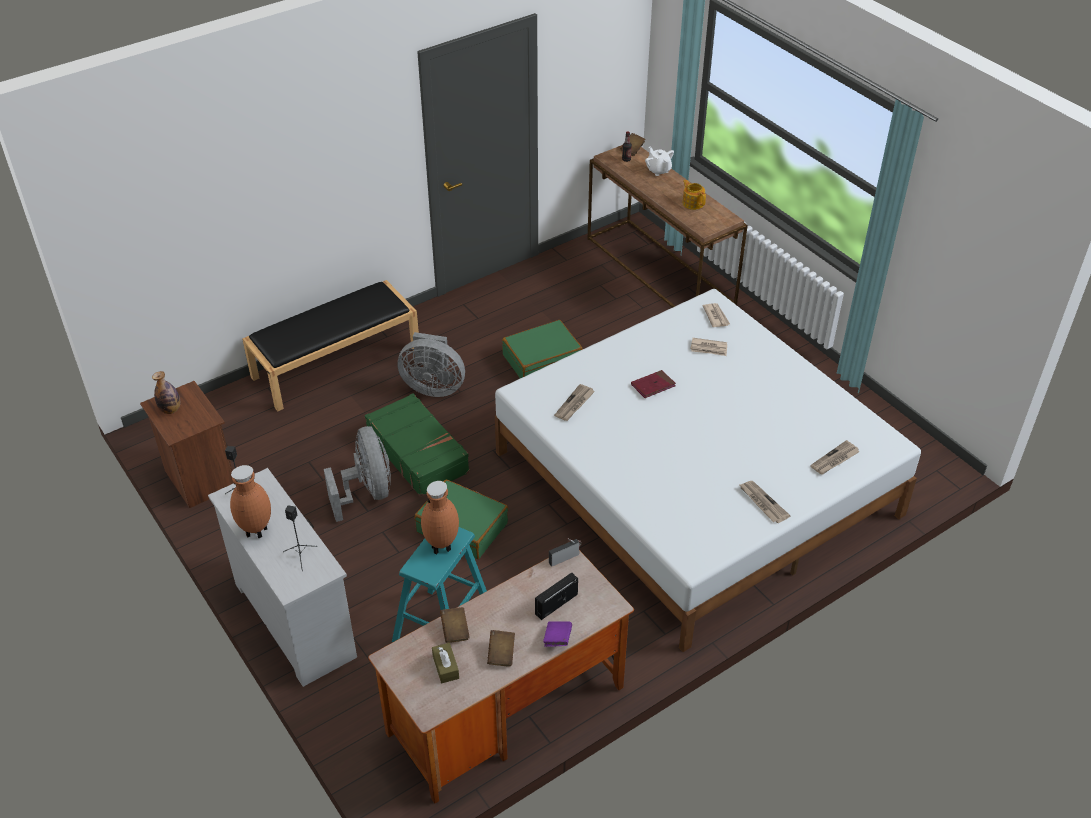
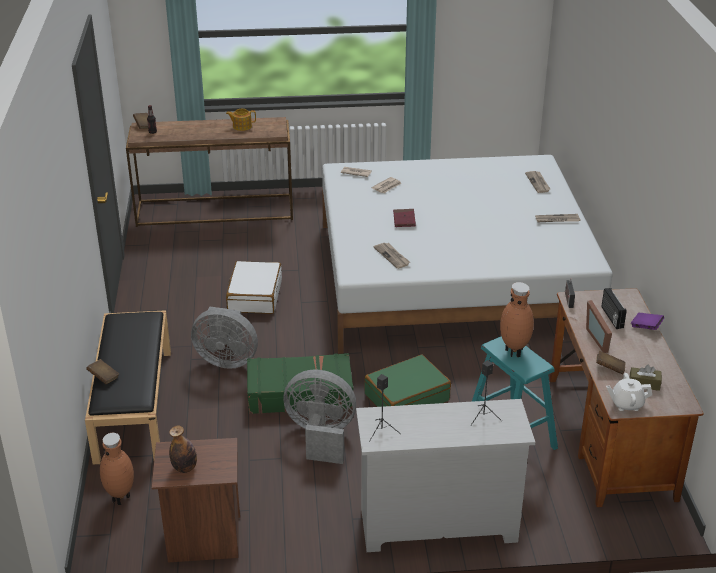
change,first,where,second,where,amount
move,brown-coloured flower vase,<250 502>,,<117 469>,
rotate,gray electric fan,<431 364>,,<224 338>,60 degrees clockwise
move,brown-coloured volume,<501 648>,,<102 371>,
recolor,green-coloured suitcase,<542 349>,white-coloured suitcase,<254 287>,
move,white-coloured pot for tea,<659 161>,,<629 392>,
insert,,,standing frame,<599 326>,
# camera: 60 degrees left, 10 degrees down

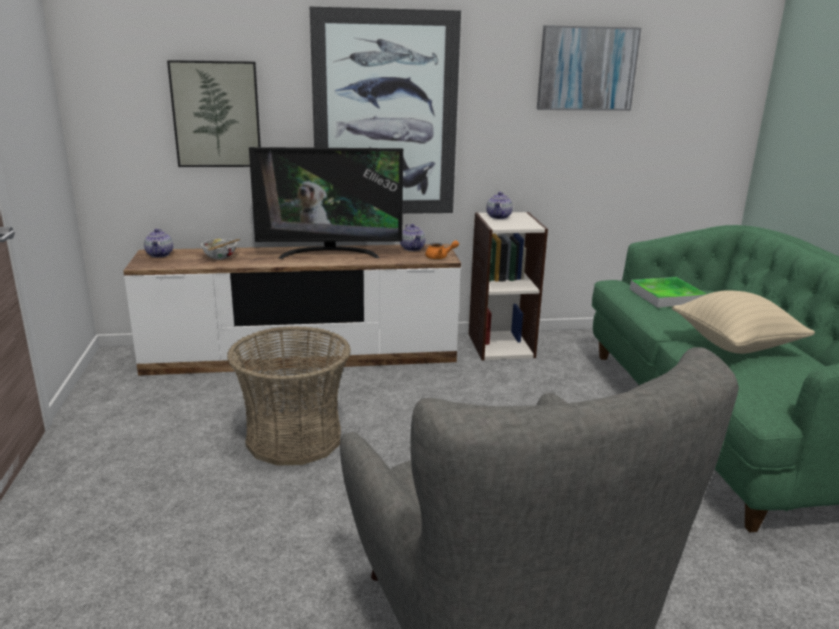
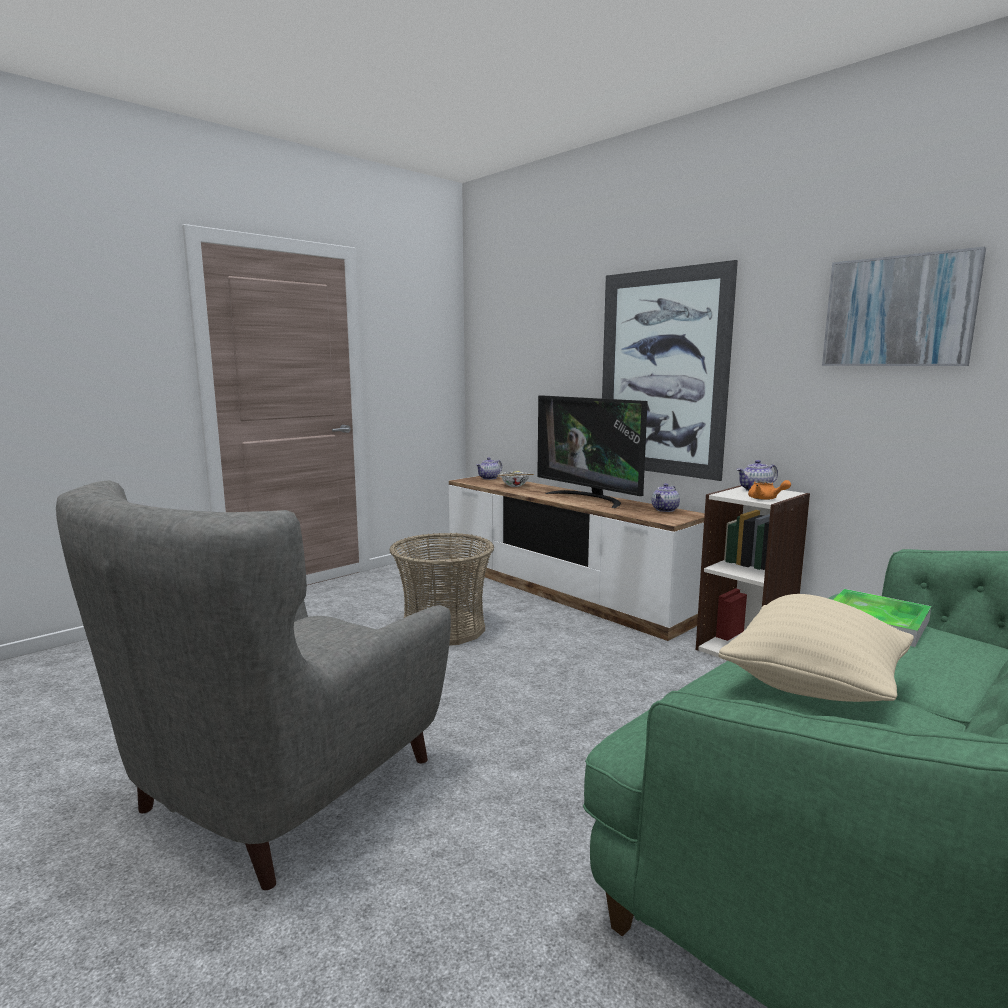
change,first,where,second,where,amount
delete,wall picture,<214 113>,,,
move,orange-coloured pot for tea,<442 249>,,<769 490>,
# camera: 55 degrees right, 10 degrees down

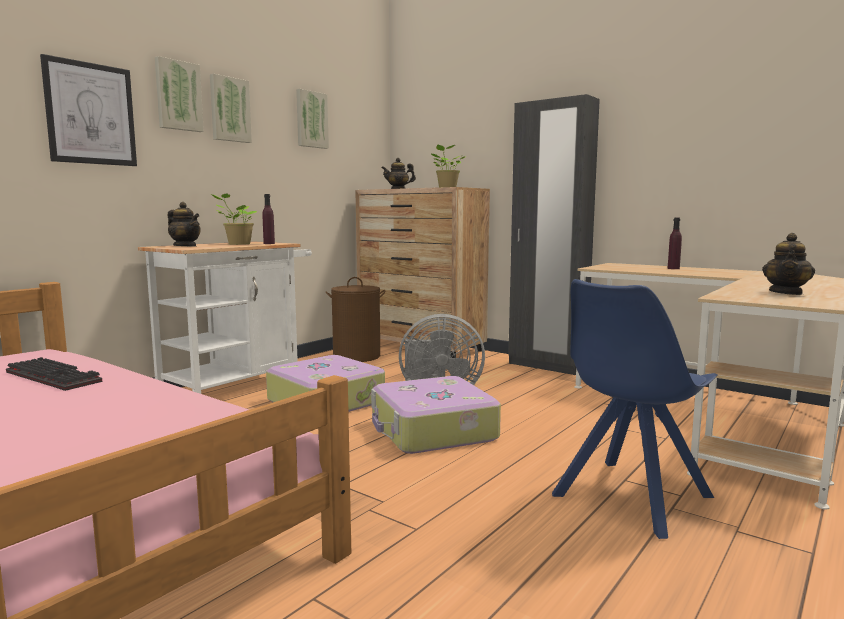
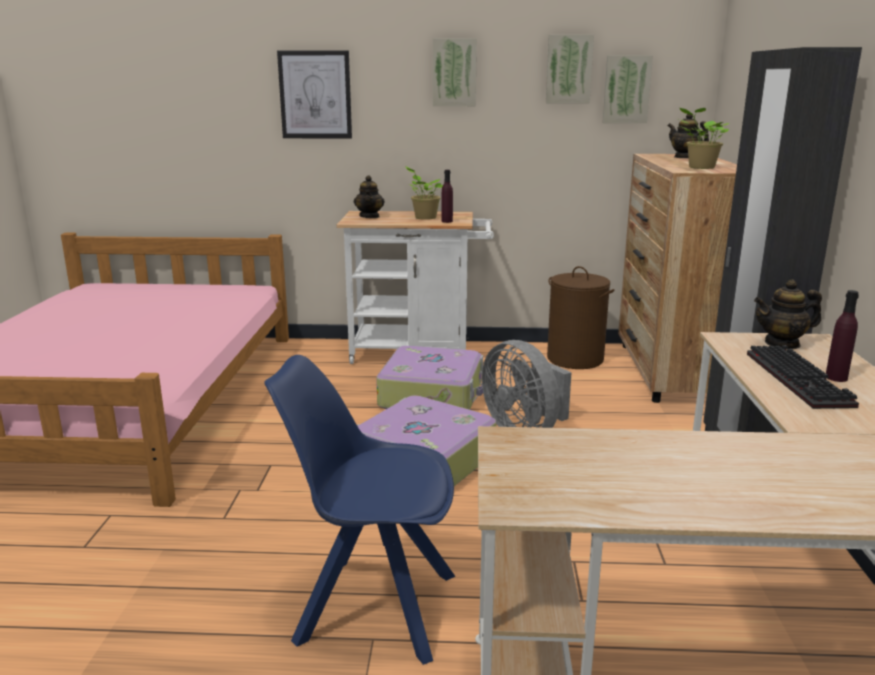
change,first,where,second,where,amount
move,keyboard,<54 374>,,<803 377>,
move,wall picture,<179 94>,,<627 89>,
move,pot for tea,<788 264>,,<788 314>,
# camera: 55 degrees right, 10 degrees up

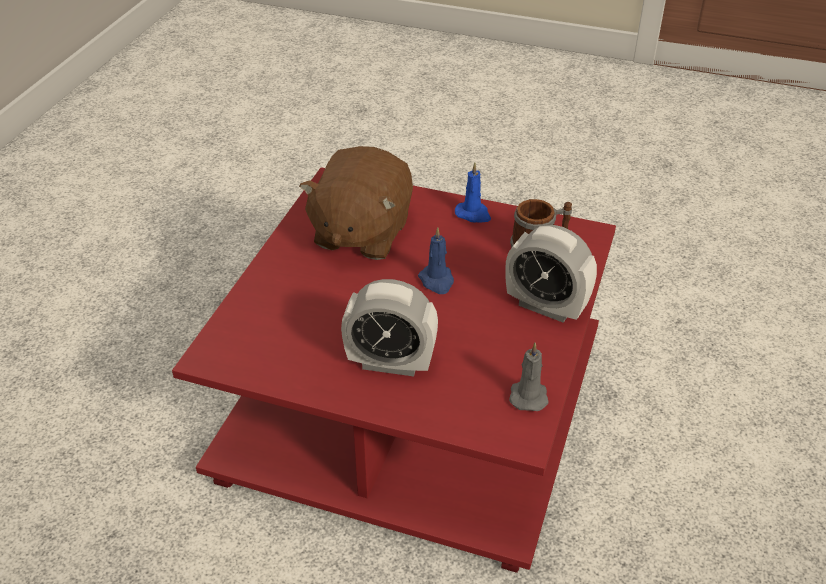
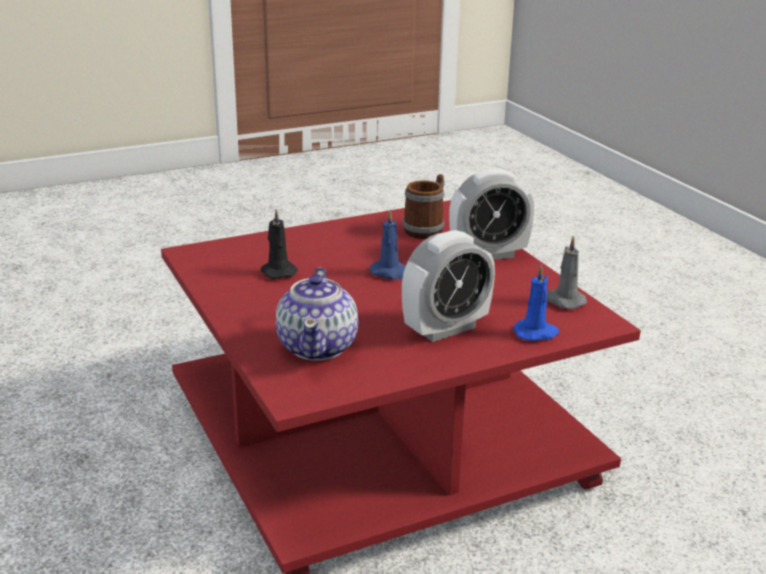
change,first,where,second,where,amount
replace,brown-coloured plush toy,<356 203>,blackish wax candle,<279 244>,
move,bluish wax candle,<473 192>,,<536 302>,
insert,,,pot for tea,<317 314>,
# camera: 45 degrees left, 15 degrees down

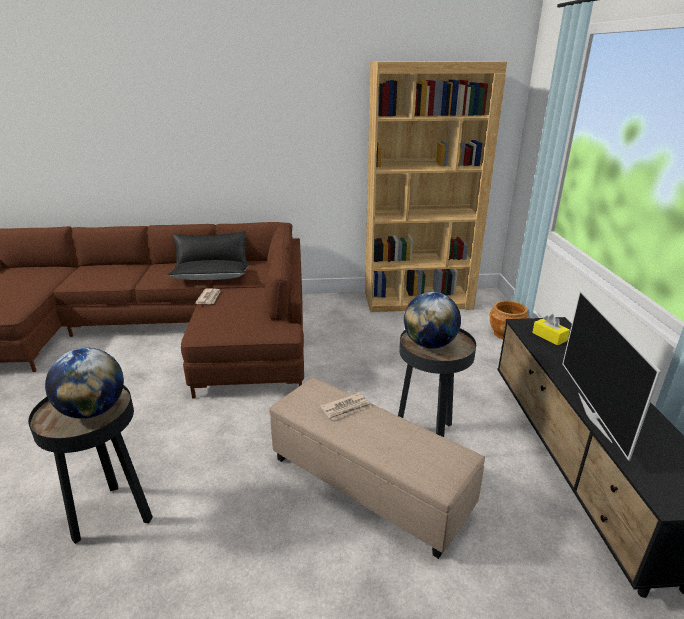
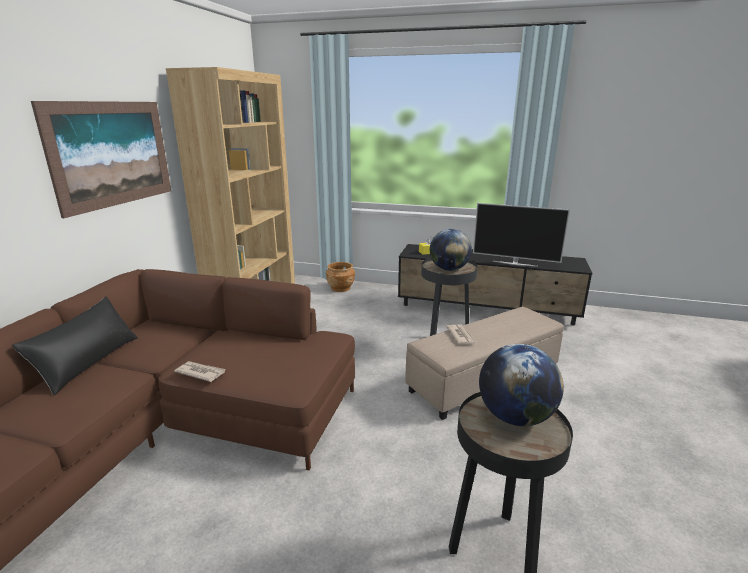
change,first,where,second,where,amount
delete,blackish pillow,<207 270>,,,
insert,,,wall picture,<101 159>,
# camera: 70 degrees left, 5 degrees down

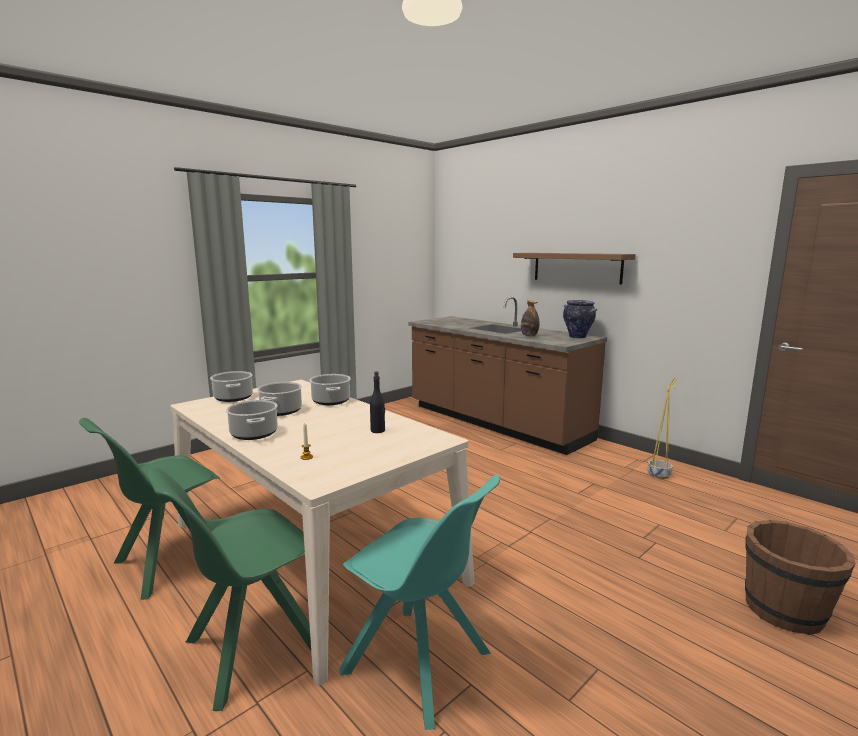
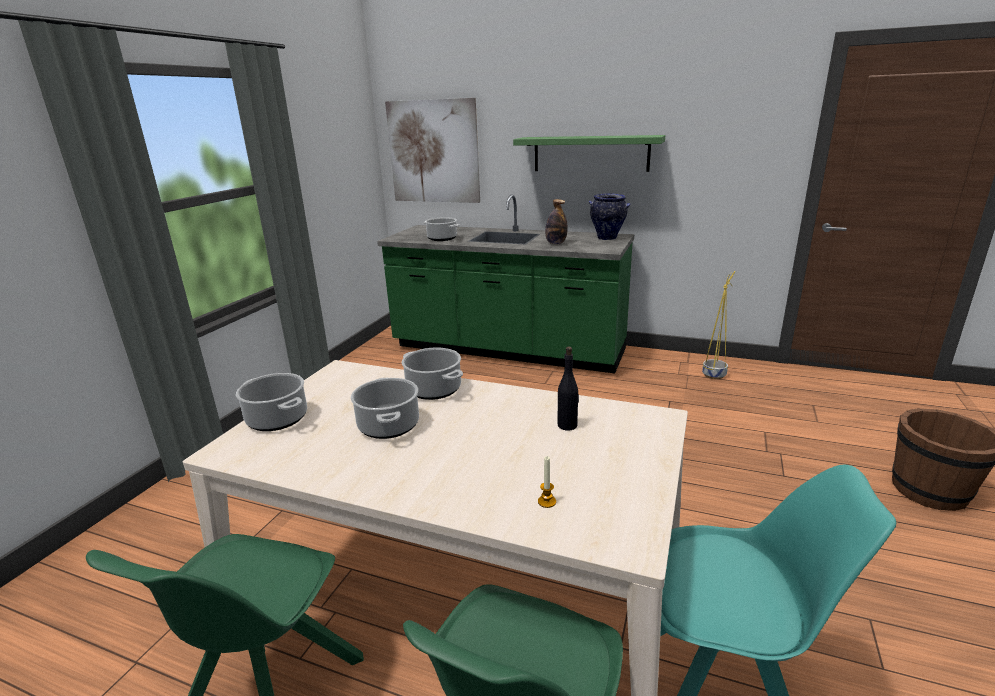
change,first,where,second,where,amount
move,cooking pot,<252 420>,,<441 229>,
recolor,brown-coloured counter,<507 375>,green-coloured counter,<505 284>,
recolor,brown-coloured wall shelf,<574 269>,green-coloured wall shelf,<589 153>,
insert,,,wall picture,<432 150>,
# camera: 25 degrees left, 10 degrees up

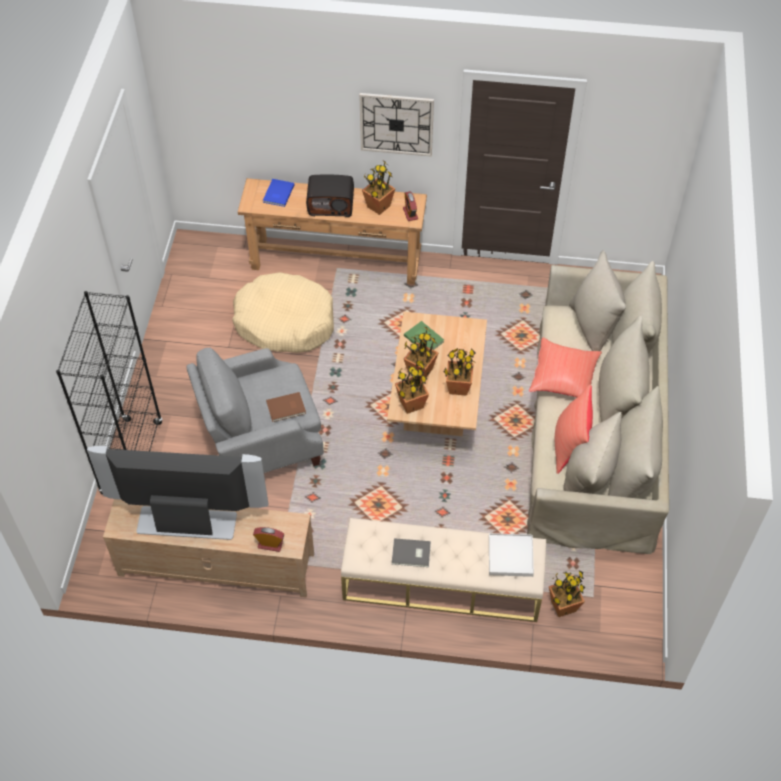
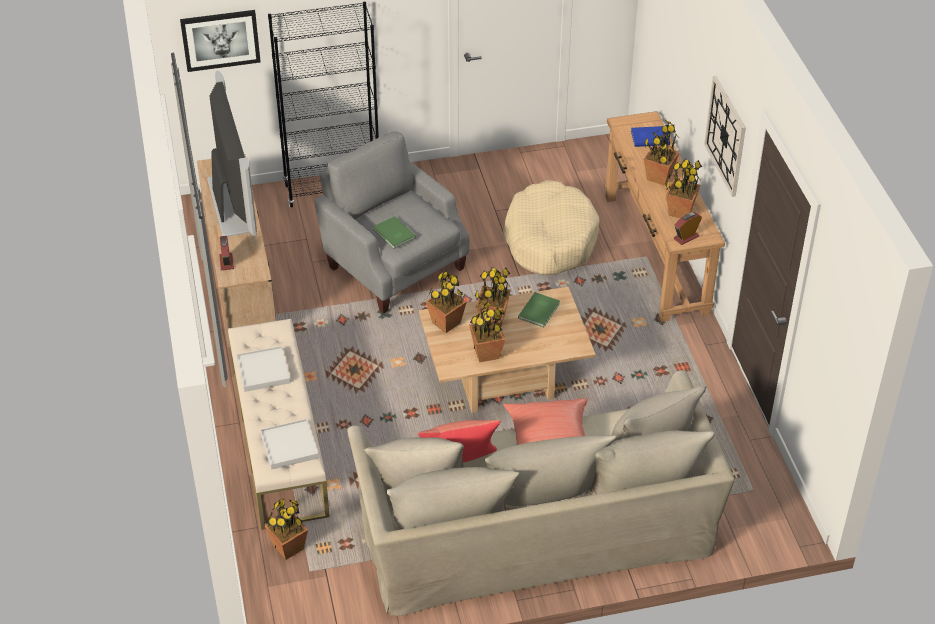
change,first,where,second,where,amount
recolor,brown-coloured volume,<286 407>,green-coloured volume,<394 232>,
replace,radio set,<330 195>,houseplant,<661 153>,
replace,gray volume,<411 552>,white-coloured serving tray,<263 369>,
insert,,,wall picture,<220 41>,
# camera: 70 degrees right, 10 degrees down

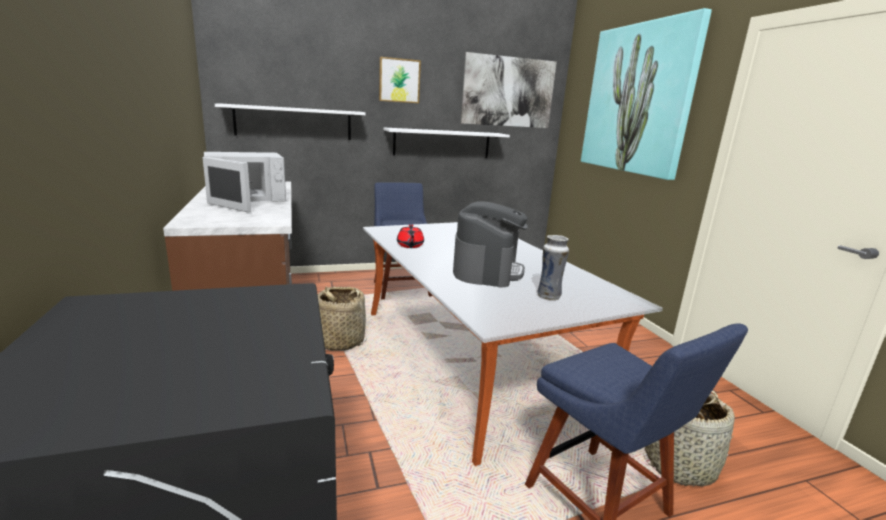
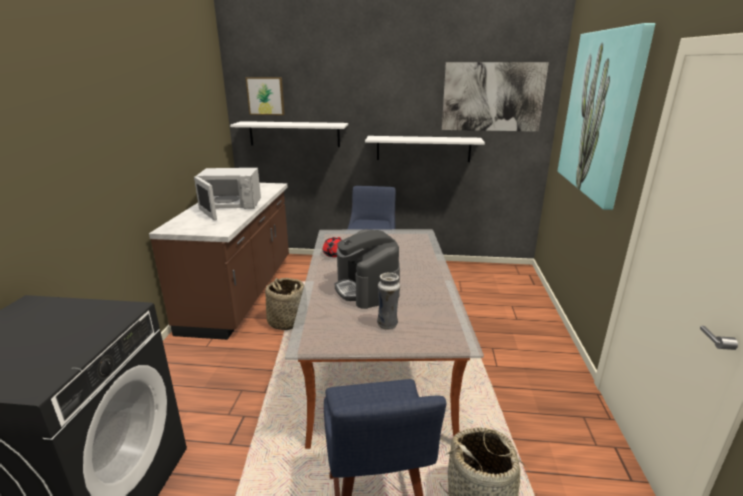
change,first,where,second,where,amount
move,wall picture,<400 80>,,<265 96>,
rotate,coffee machine,<490 244>,,<367 269>,120 degrees clockwise
# camera: 25 degrees right, 5 degrees up

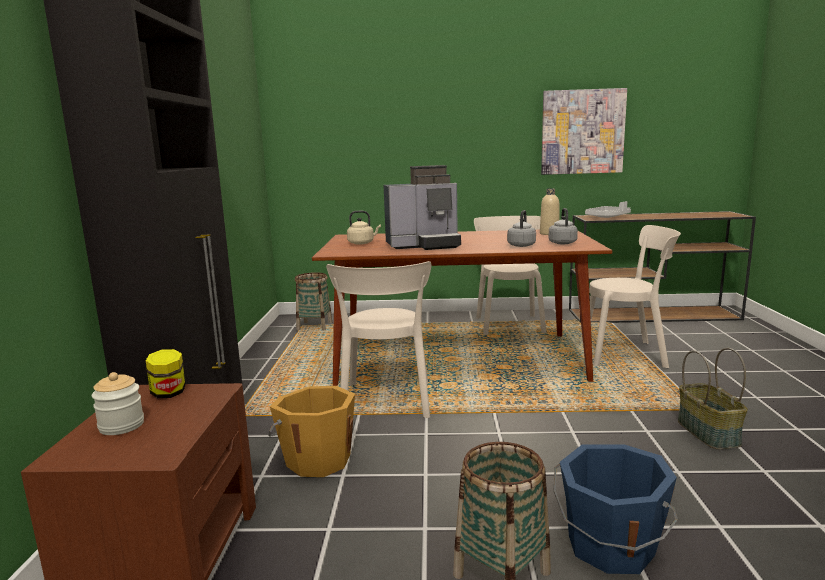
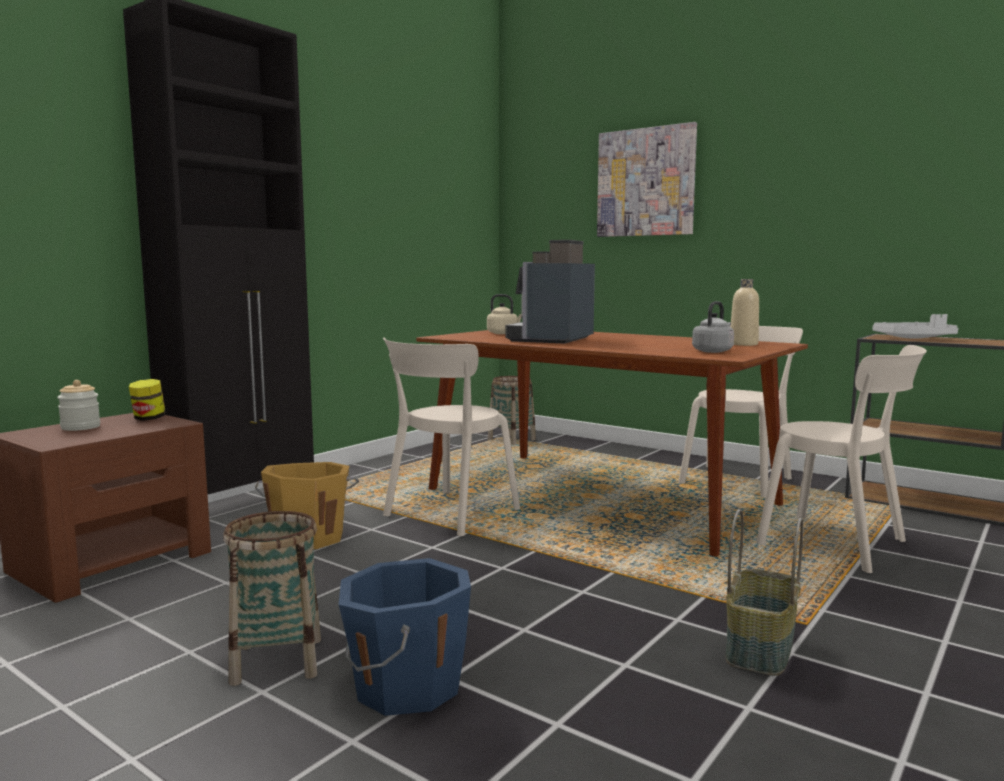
change,first,where,second,where,amount
rotate,coffee machine,<422 207>,,<550 292>,90 degrees clockwise
delete,gray water kettle,<521 228>,,,
move,wall picture,<584 131>,,<647 179>,
# camera: 35 degrees right, 5 degrees down

